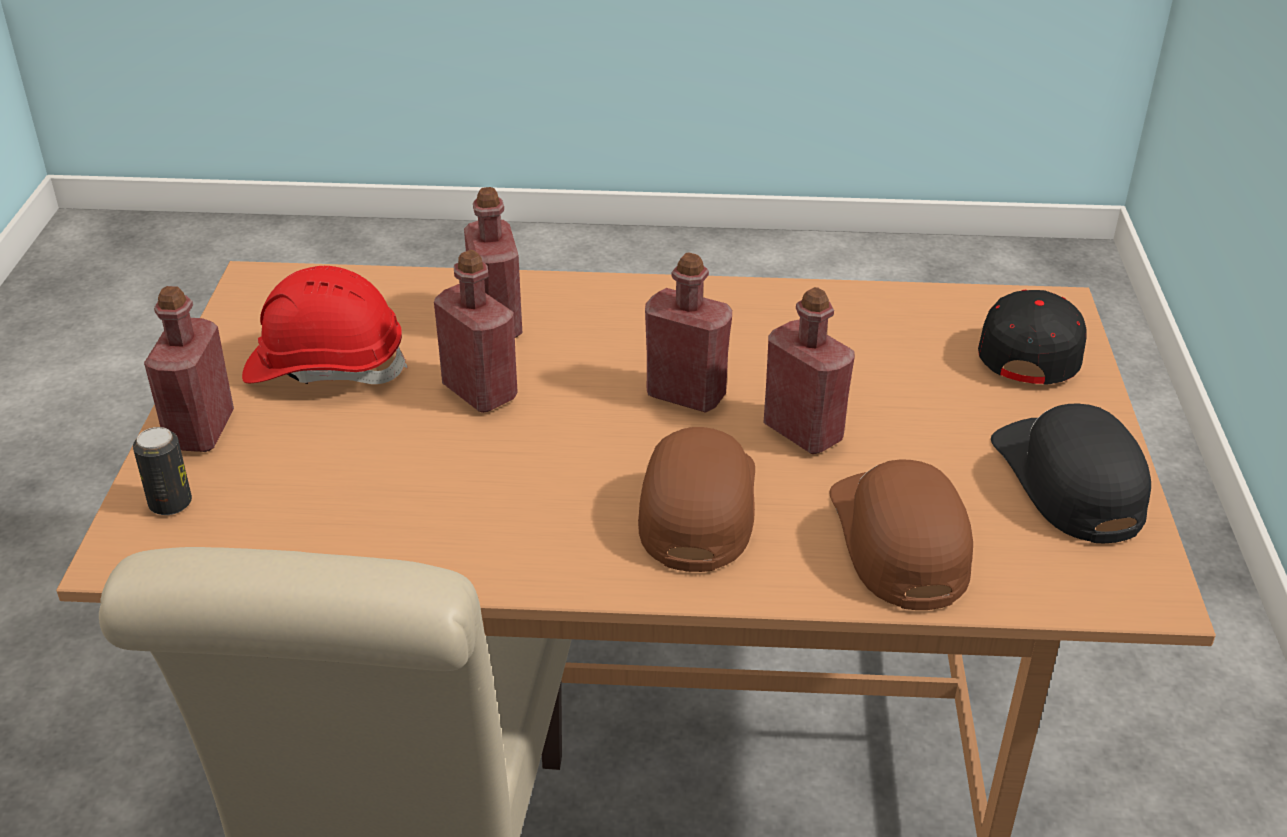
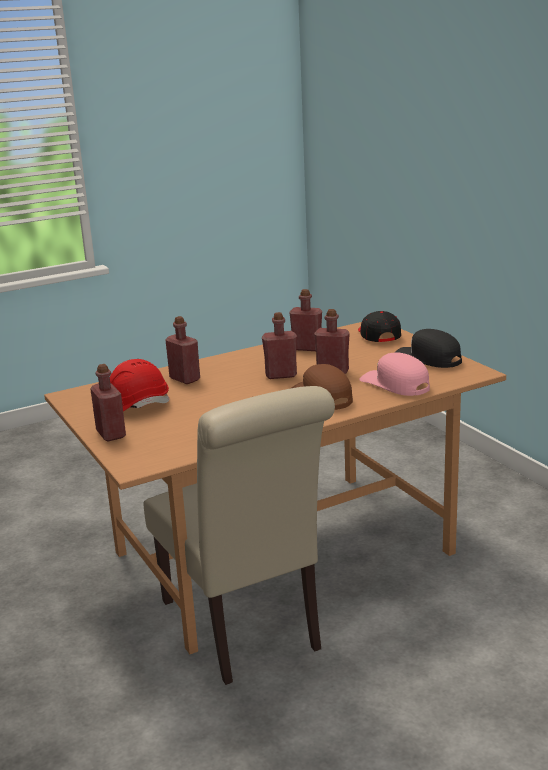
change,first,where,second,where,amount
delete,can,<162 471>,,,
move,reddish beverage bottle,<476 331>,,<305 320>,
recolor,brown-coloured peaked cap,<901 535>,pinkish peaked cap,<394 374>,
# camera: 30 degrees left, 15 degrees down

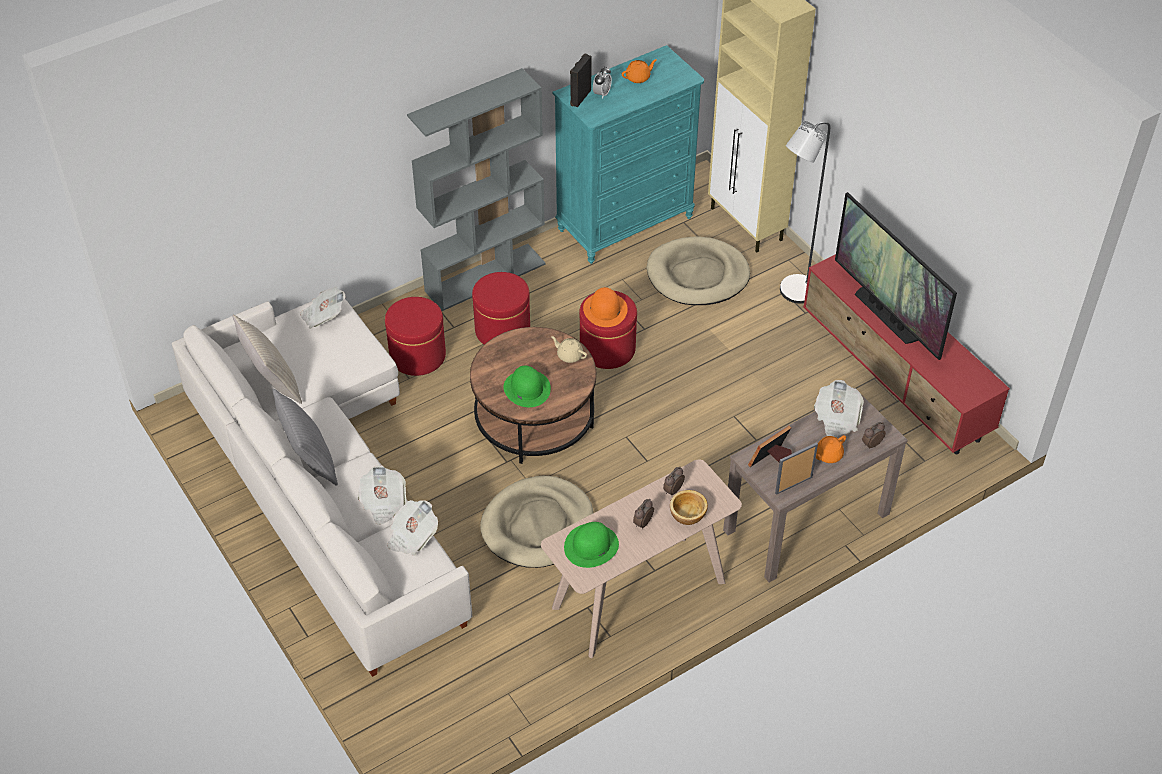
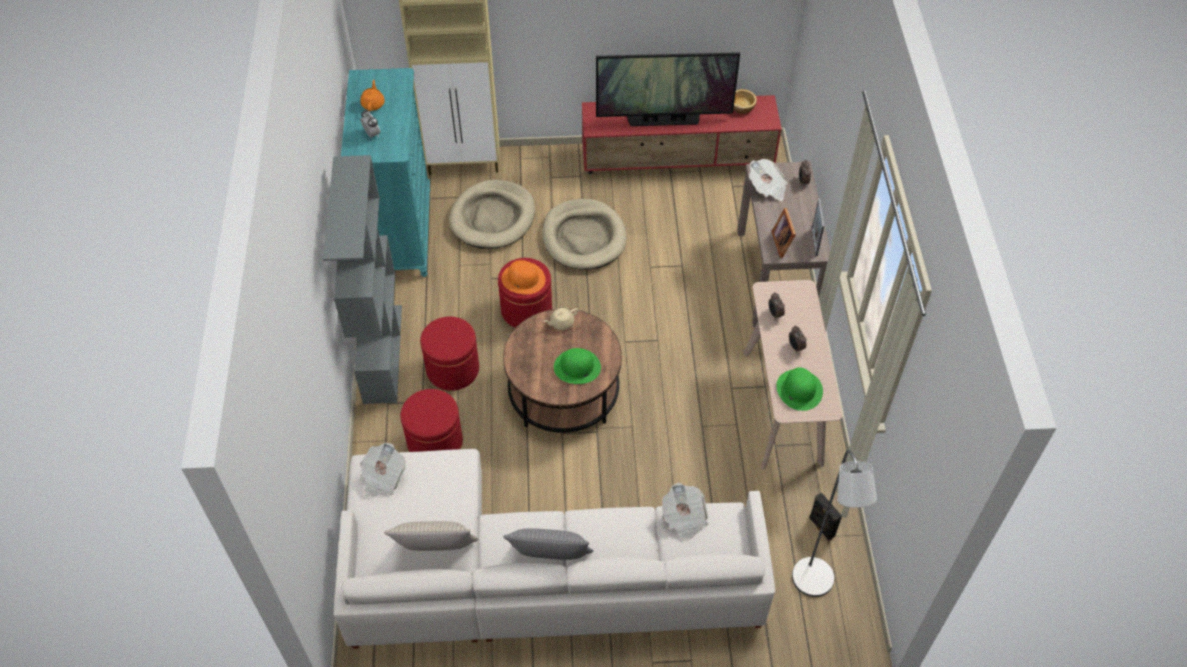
change,first,where,second,where,amount
delete,daily paper,<382 495>,,,
move,beige pet bed,<537 522>,,<584 234>,
move,blackish loudspeaker,<580 80>,,<825 517>,
move,serving bowl,<689 507>,,<745 101>,
move,gray standard lamp,<805 212>,,<834 523>,
delete,orange-coloured pot for tea,<831 449>,,,
# camera: 60 degrees left, 5 degrees up

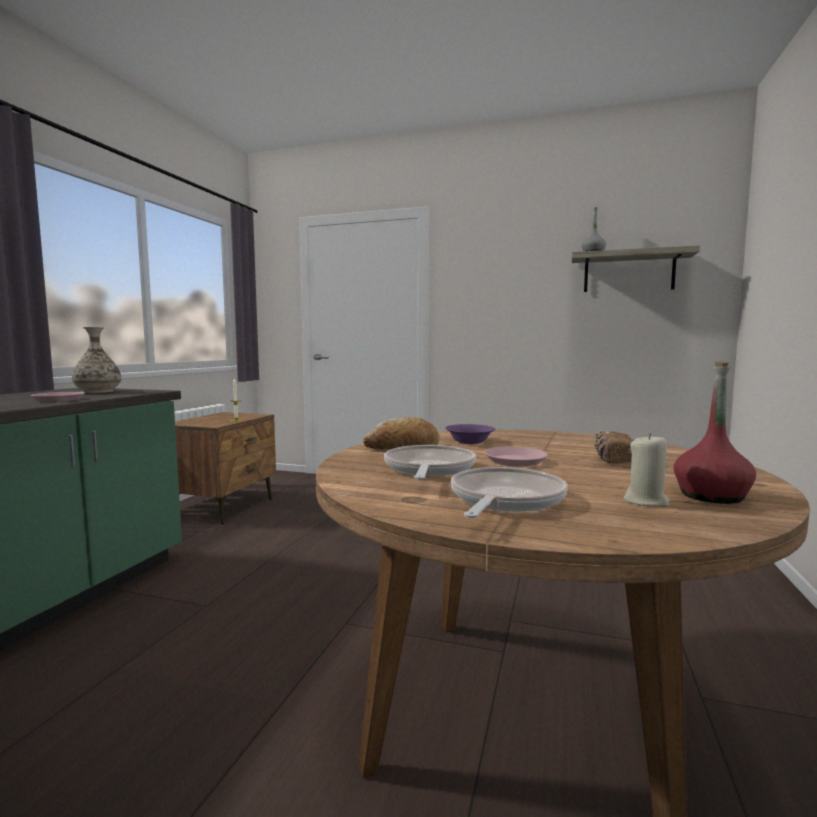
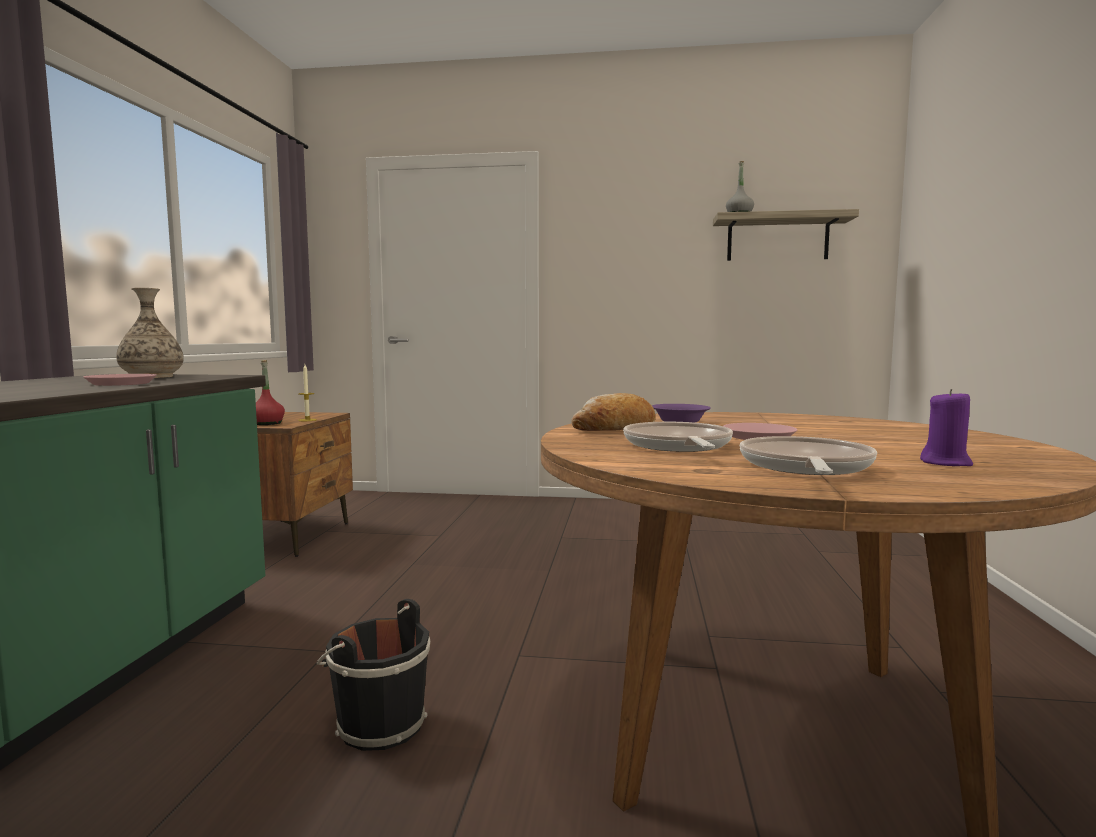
change,first,where,second,where,amount
delete,bakery bread,<613 447>,,,
recolor,beige wax candle,<647 470>,purplish wax candle,<946 427>,
move,reddish beverage bottle,<715 432>,,<270 392>,
insert,,,blackish bucket,<373 675>,
# camera: 10 degrees left, 0 degrees up

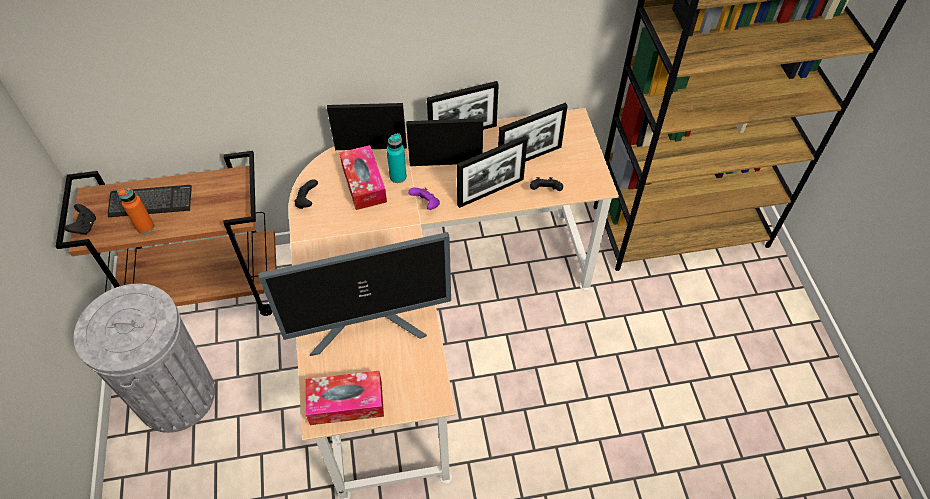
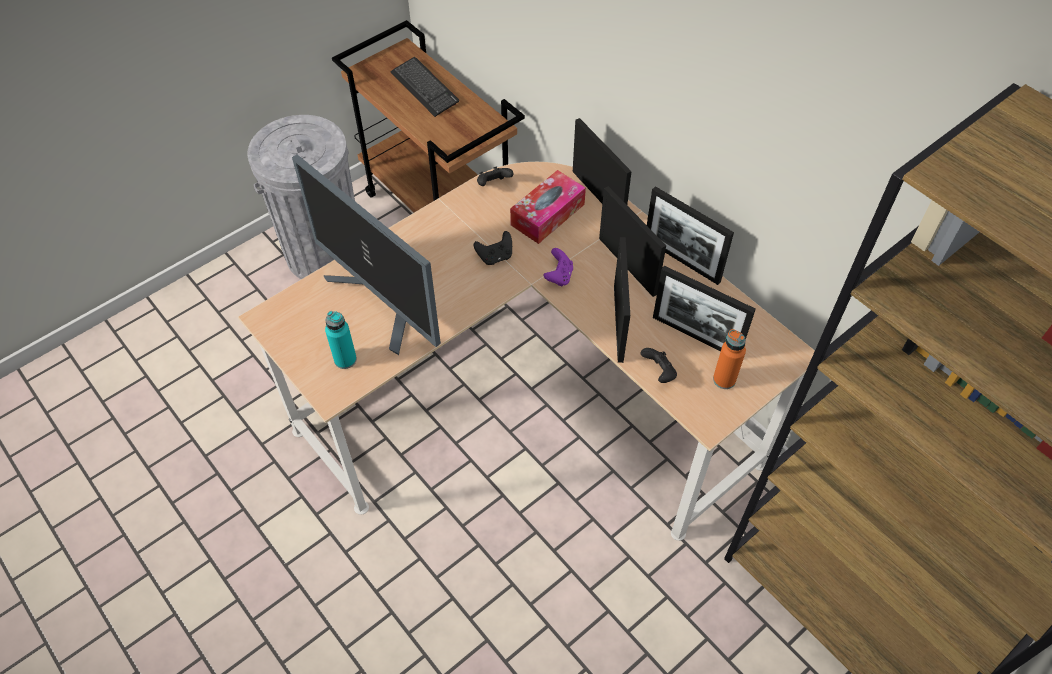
change,first,where,second,where,amount
move,blackish game controller,<80 219>,,<493 248>,
move,orange-coloured beverage bottle,<135 210>,,<729 359>,
delete,tissue box,<344 398>,,,
move,turquoise beverage bottle,<396 158>,,<341 340>,
rotate,standing frame,<492 172>,,<622 300>,120 degrees counterclockwise
# camera: 60 degrees right, 0 degrees up

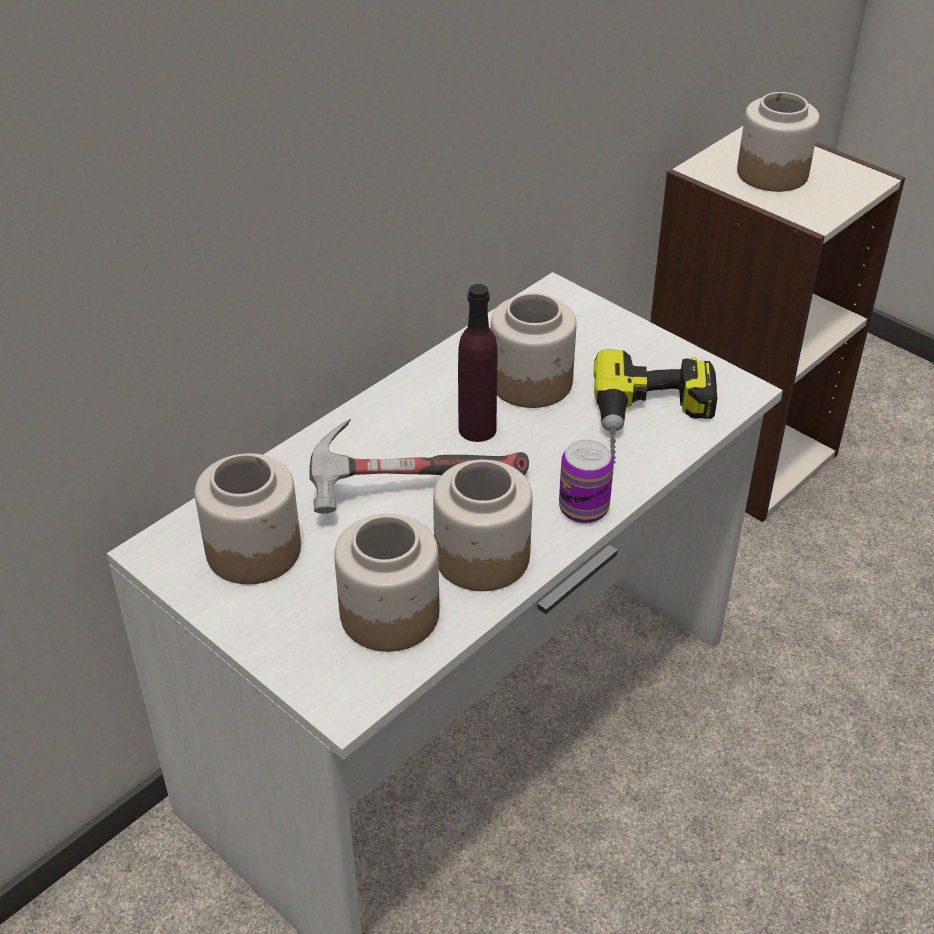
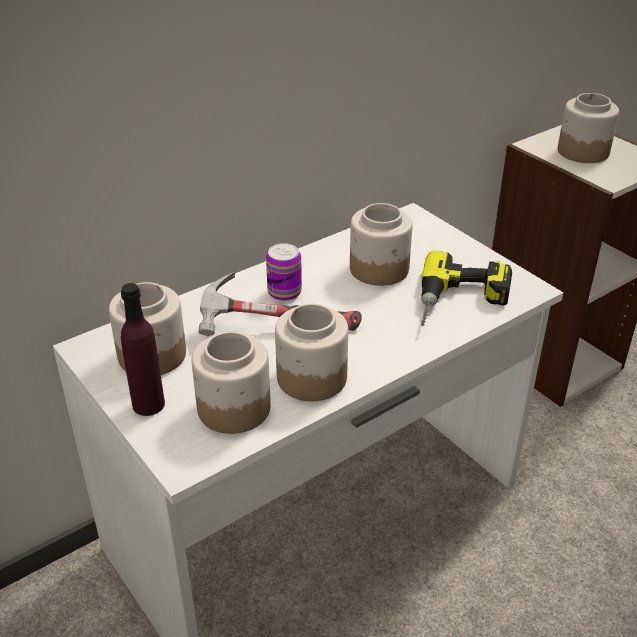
change,first,where,second,where,amount
move,purplish beverage bottle,<477 363>,,<143 349>,
move,can,<586 481>,,<284 272>,
# camera: 10 degrees right, 5 degrees down

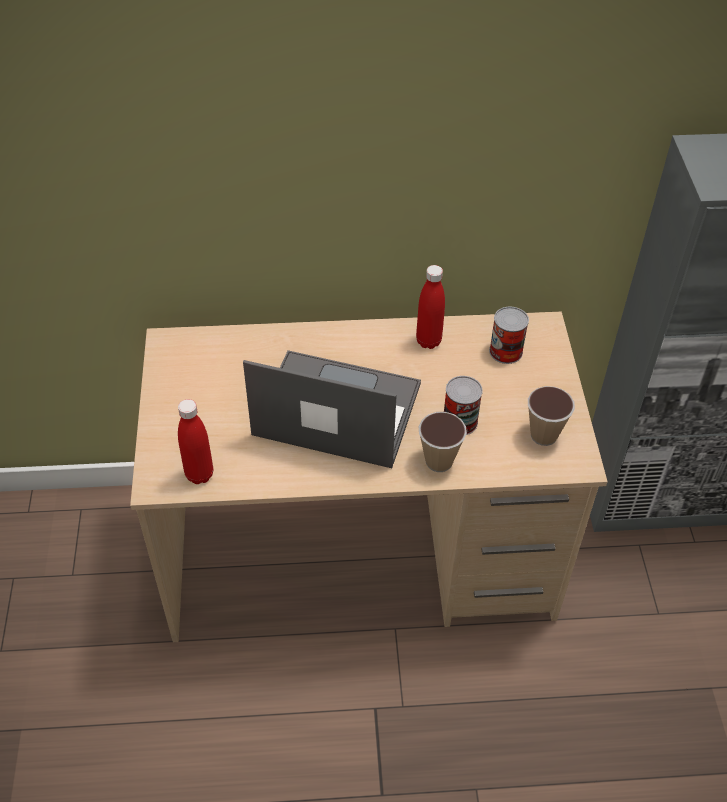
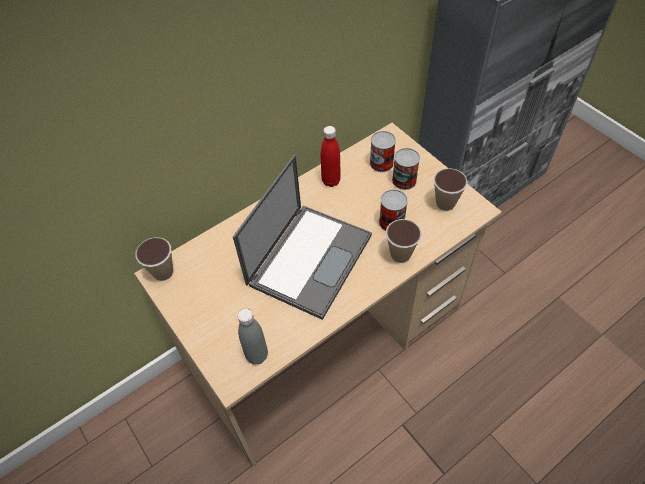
change,first,where,second,where,amount
recolor,reddish beverage bottle,<195 441>,gray beverage bottle,<252 336>,
rotate,notebook computer,<332 409>,,<302 237>,135 degrees clockwise
insert,,,drinking cup,<154 259>,
insert,,,can,<406 169>,
# camera: 30 degrees left, 5 degrees up

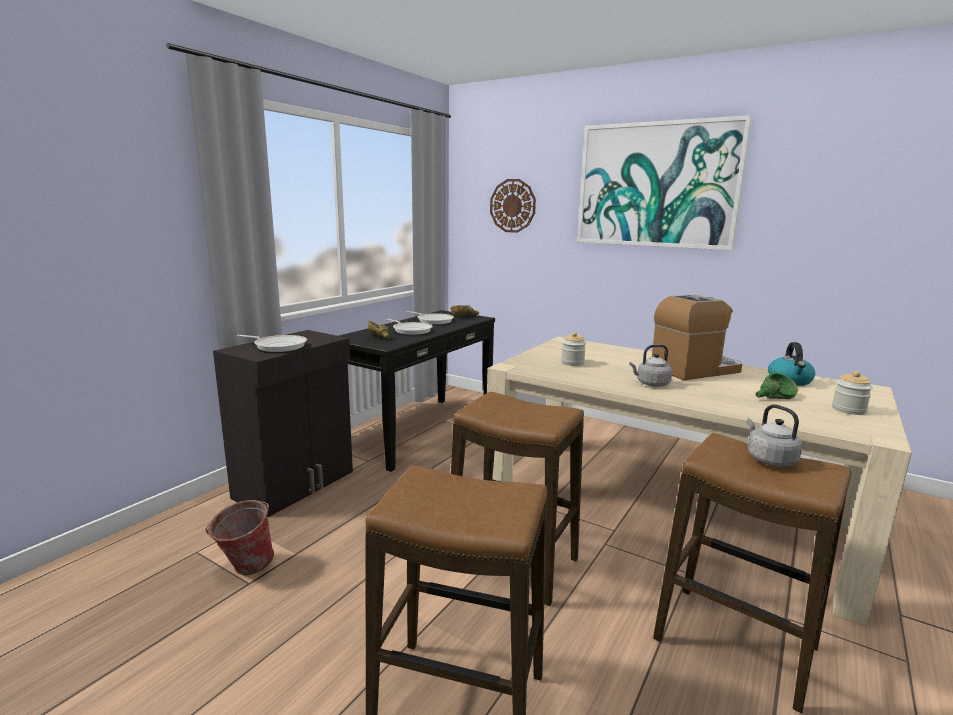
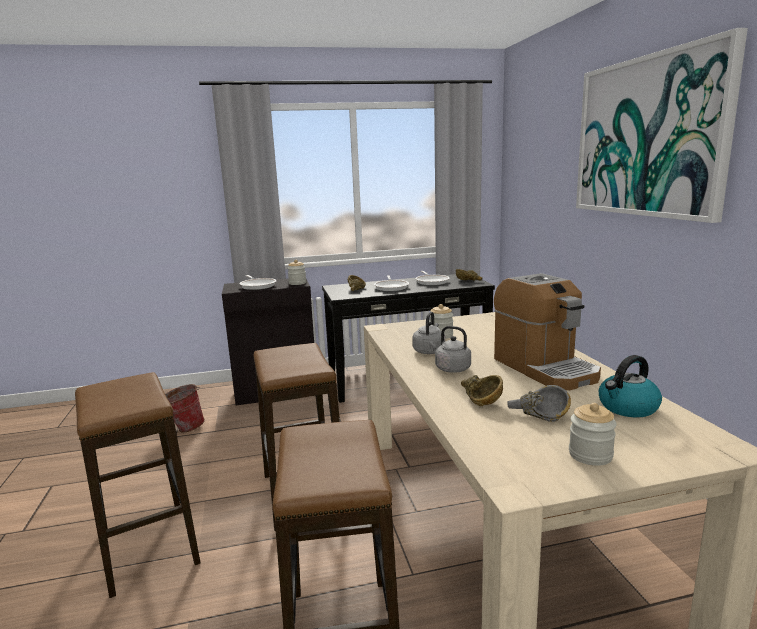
change,first,where,second,where,amount
delete,hanging clock,<513 206>,,,
rotate,coffee machine,<697 337>,,<547 331>,45 degrees clockwise
move,gray water kettle,<774 435>,,<428 333>,
recolor,green-coloured serving bowl,<777 386>,gray serving bowl,<539 403>,
insert,,,storage jar,<296 272>,
insert,,,brown-coloured serving bowl,<482 390>,
# camera: 45 degrees right, 0 degrees up

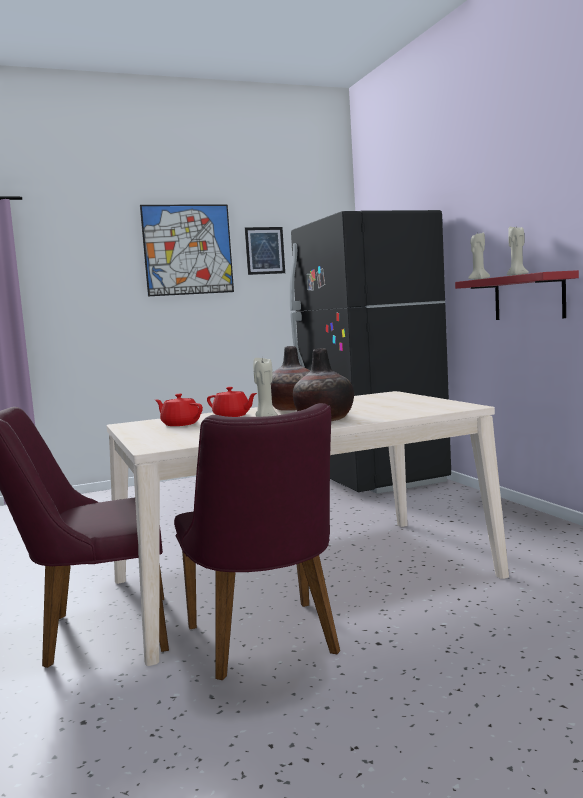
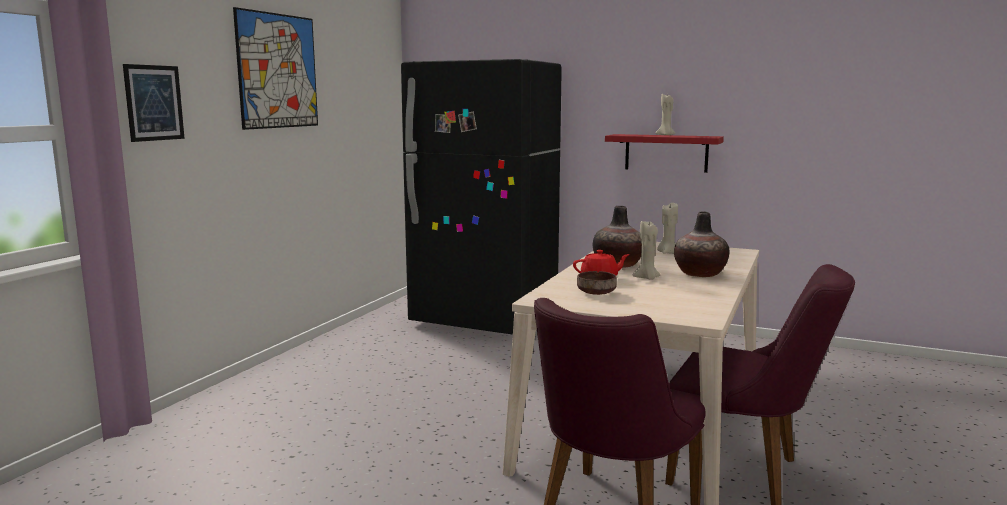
change,first,where,second,where,amount
replace,reddish pot for tea,<179 410>,brown-coloured serving bowl,<597 283>,
move,wall picture,<265 251>,,<154 103>,
move,beige wax candle,<479 256>,,<667 228>,
# camera: 45 degrees left, 5 degrees up

